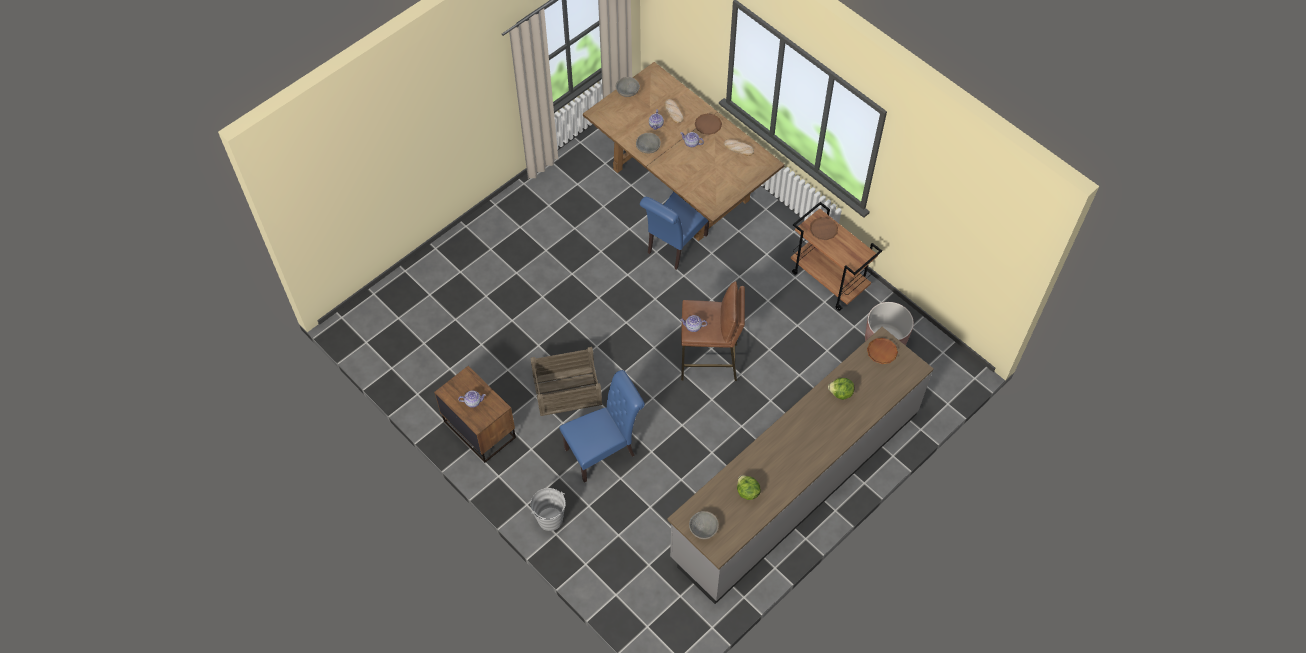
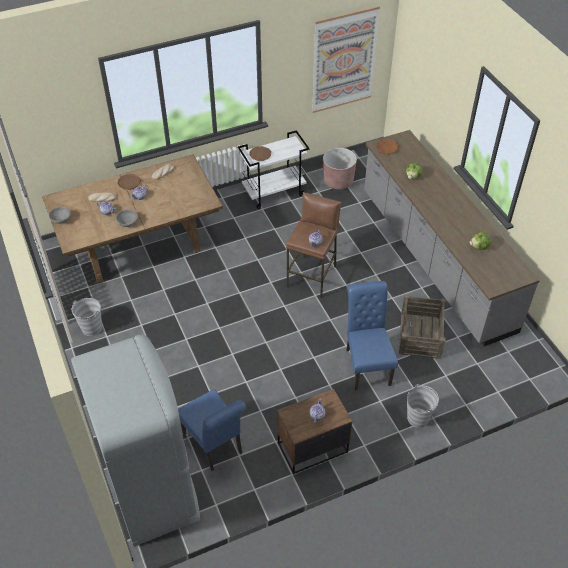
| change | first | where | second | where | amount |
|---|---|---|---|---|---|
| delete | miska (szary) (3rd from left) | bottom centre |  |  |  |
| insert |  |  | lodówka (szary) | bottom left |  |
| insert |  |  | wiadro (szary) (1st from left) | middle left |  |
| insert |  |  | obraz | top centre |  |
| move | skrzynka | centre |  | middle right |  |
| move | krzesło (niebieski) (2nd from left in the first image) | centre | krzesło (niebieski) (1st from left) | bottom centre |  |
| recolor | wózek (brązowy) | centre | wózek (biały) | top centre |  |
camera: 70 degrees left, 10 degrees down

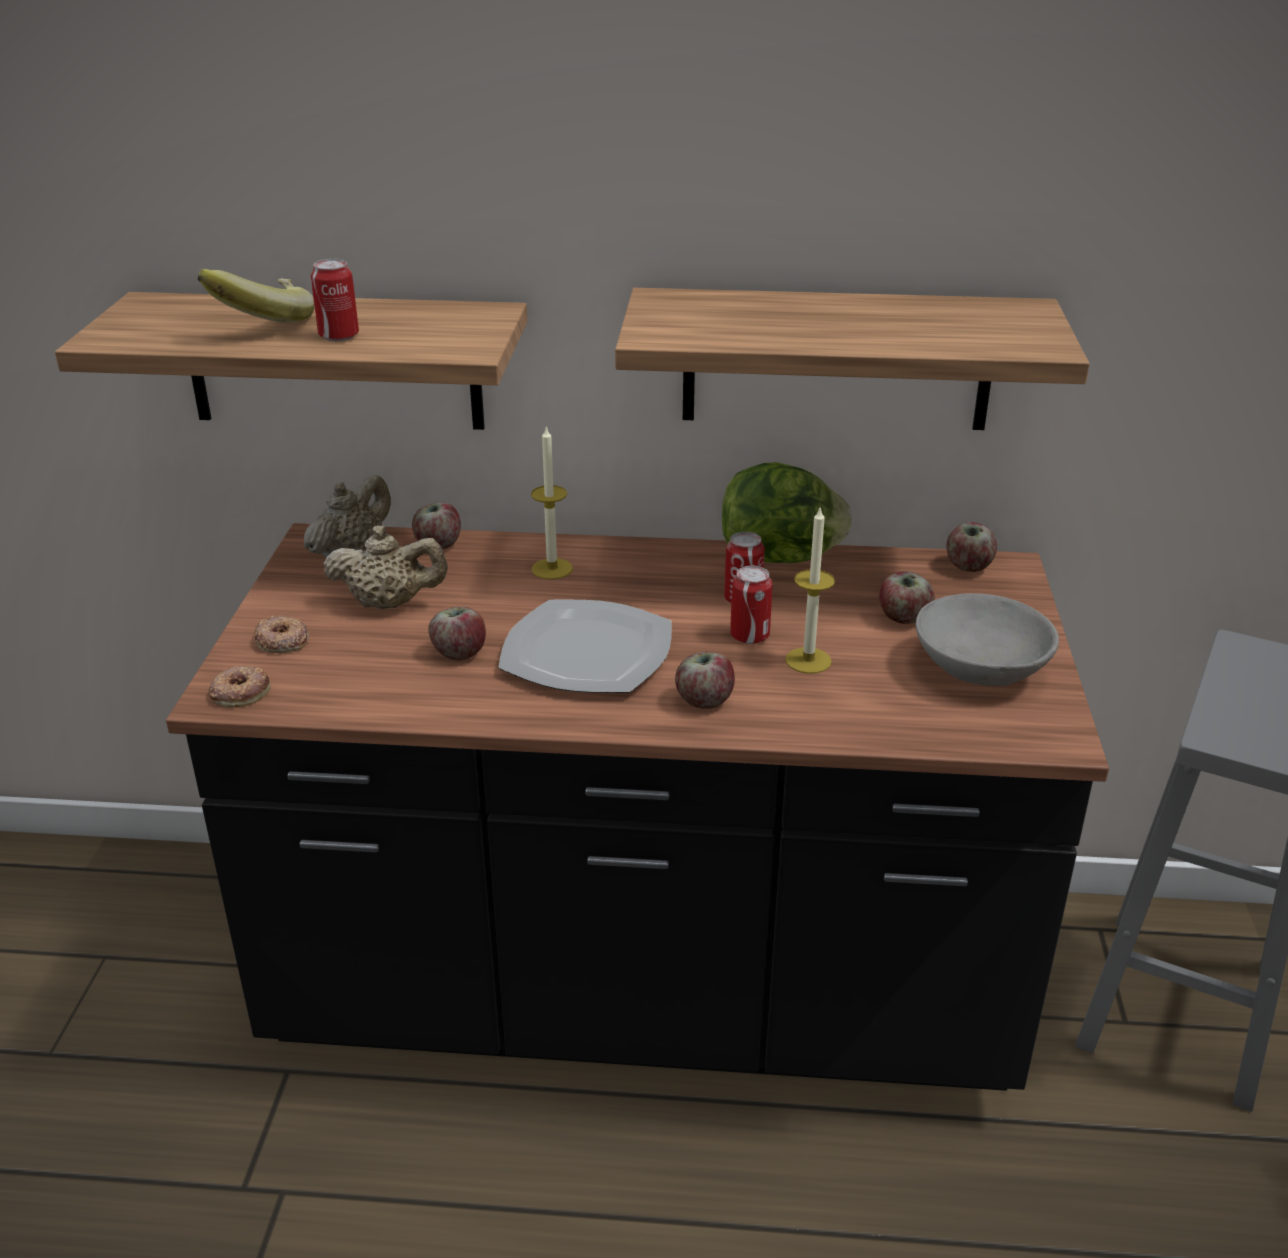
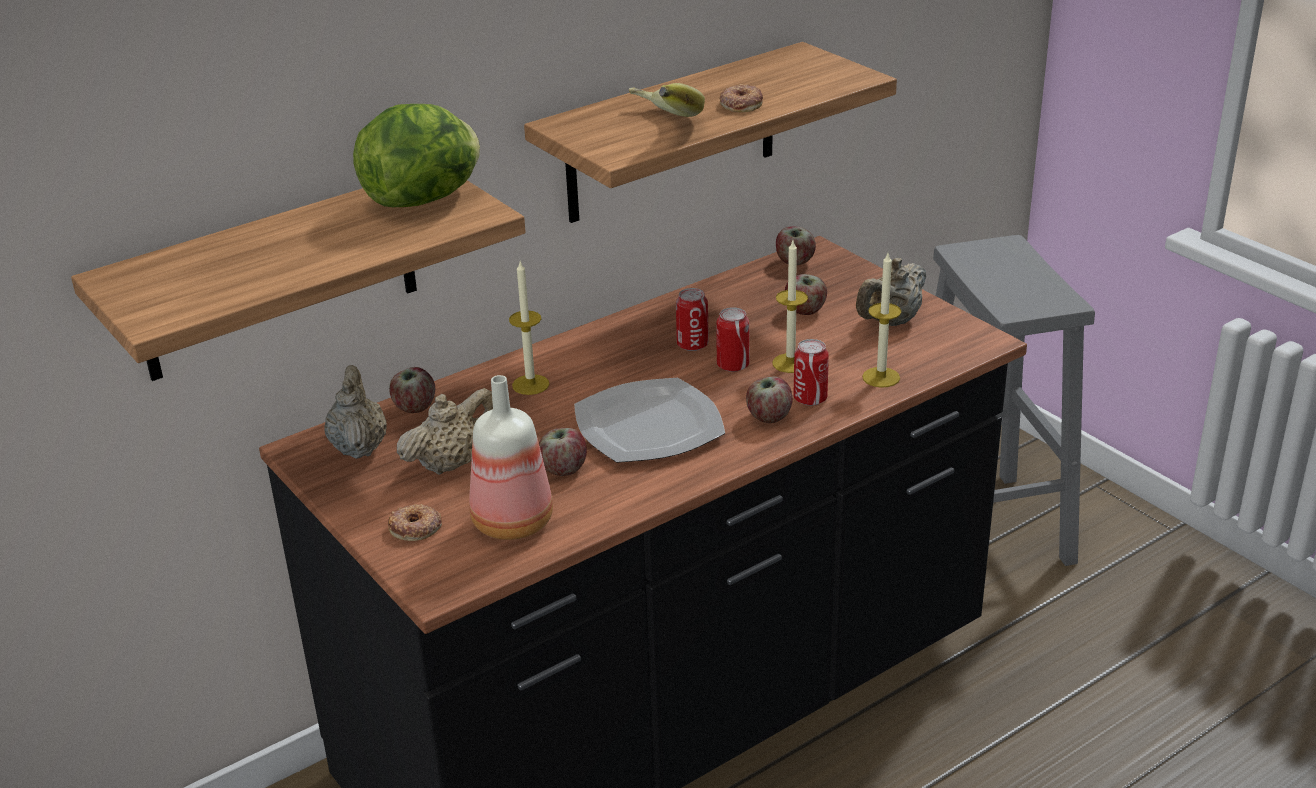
| change | first | where | second | where | amount |
|---|---|---|---|---|---|
| insert |  |  | butelka | centre |  |
| insert |  |  | świeca (3rd from left) | middle right |  |
| move | banan | top left |  | top centre |  |
| move | donut (1st from left in the first image) | middle left | donut (2nd from left) | top centre |  |
| move | puszka (1st from left in the first image) | top left | puszka (3rd from left) | centre |  |
| move | sałata | centre |  | top left |  |
| replace | miska (szary) | middle right | imbryk (beżowy) (3rd from left) | middle right |  |
camera: 40 degrees left, 0 degrees up

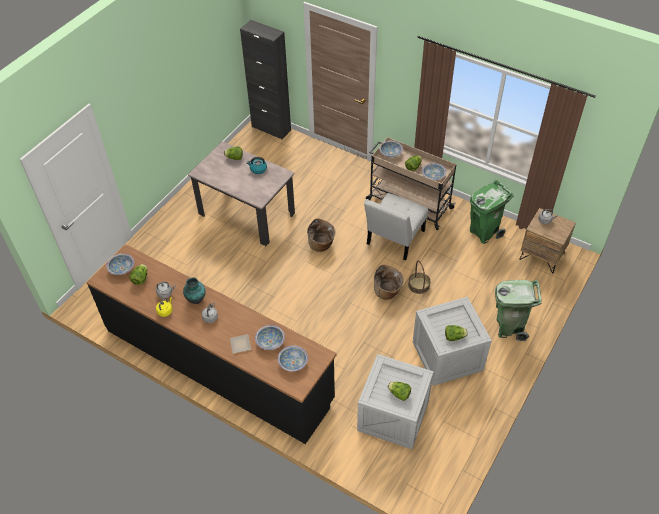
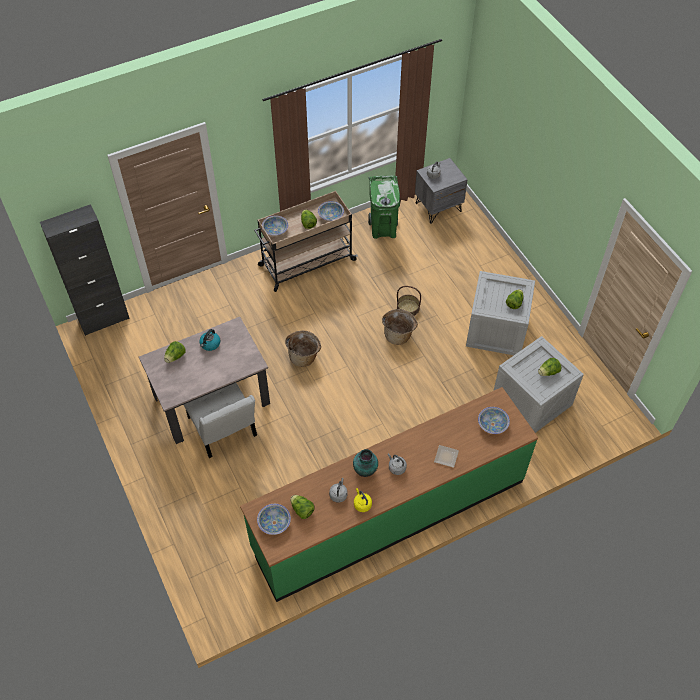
| change | first | where | second | where | amount |
|---|---|---|---|---|---|
| delete | miska (2nd from left) | centre |  |  |  |
| delete | kosz na śmieci (zielony) (2nd from left) | middle right |  |  |  |
| move | krzesło (biały) | centre |  | middle left |  |
| recolor | zabudowa kuchenna (czarny) | bottom left | zabudowa kuchenna (zielony) | bottom centre |  |
| recolor | szafka nocna (brązowy) | middle right | szafka nocna (szary) | top centre |  |
camera: 60 degrees left, 5 degrees up

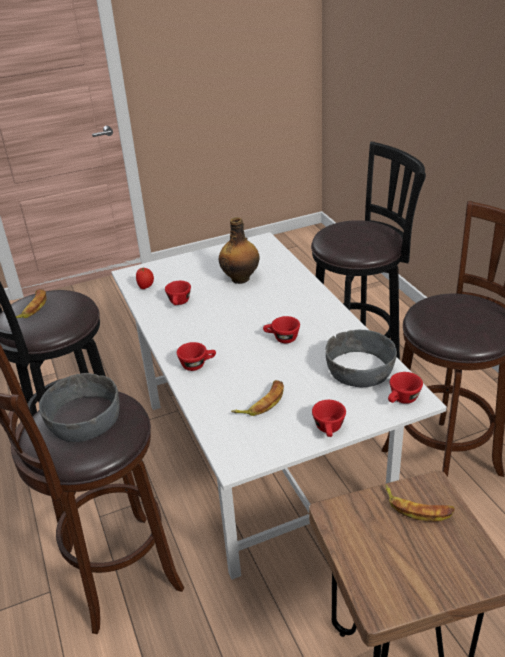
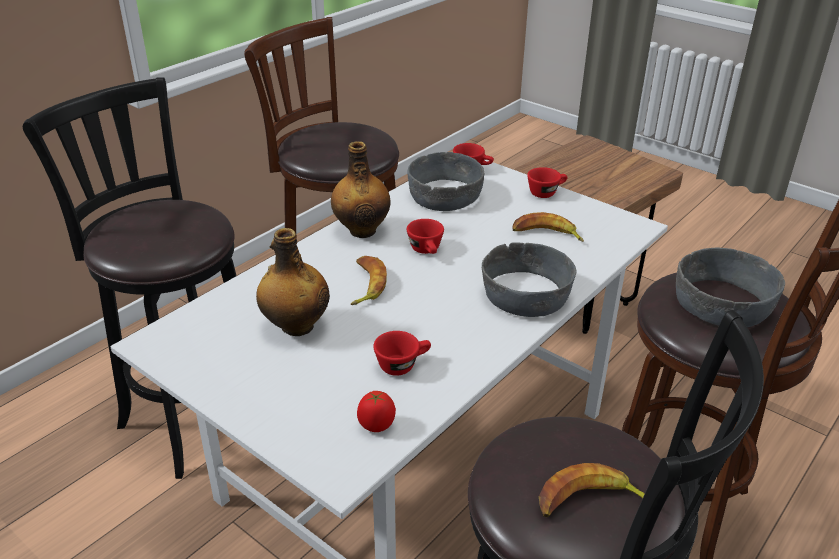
| change | first | where | second | where | amount |
|---|---|---|---|---|---|
| insert |  |  | butelka (2nd from left) | centre |  |
| move | banan (3rd from left in the first image) | bottom right | banan (1st from left) | centre |  |
| replace | filiżanka (czerwony) (2nd from left) | centre | miska (szary) (2nd from left) | centre |  |
camera: 120 degrees left, 0 degrees up

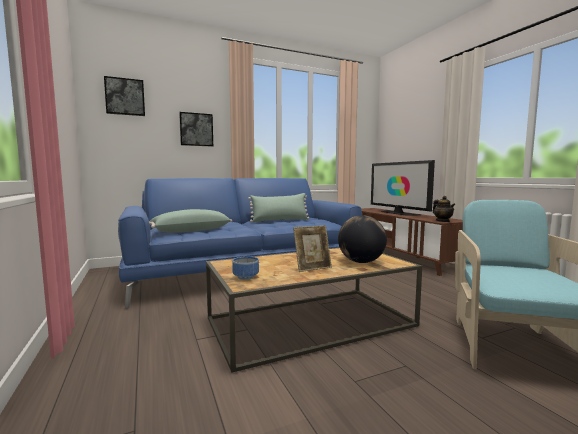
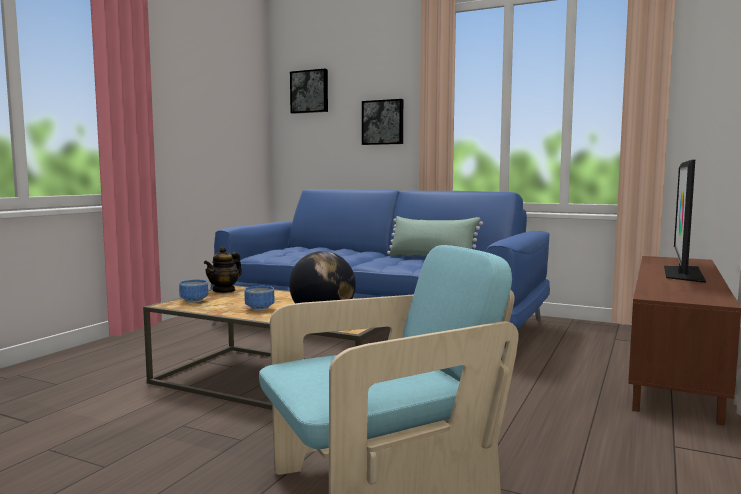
| change | first | where | second | where | amount |
|---|---|---|---|---|---|
| delete | poduszka (zielony) (1st from left) | middle left |  |  |  |
| move | imbryk | middle right |  | middle left |  |
| replace | ramka na zdjęcie | centre | miska (2nd from left) | centre |  |
camera: 50 degrees right, 0 degrees up

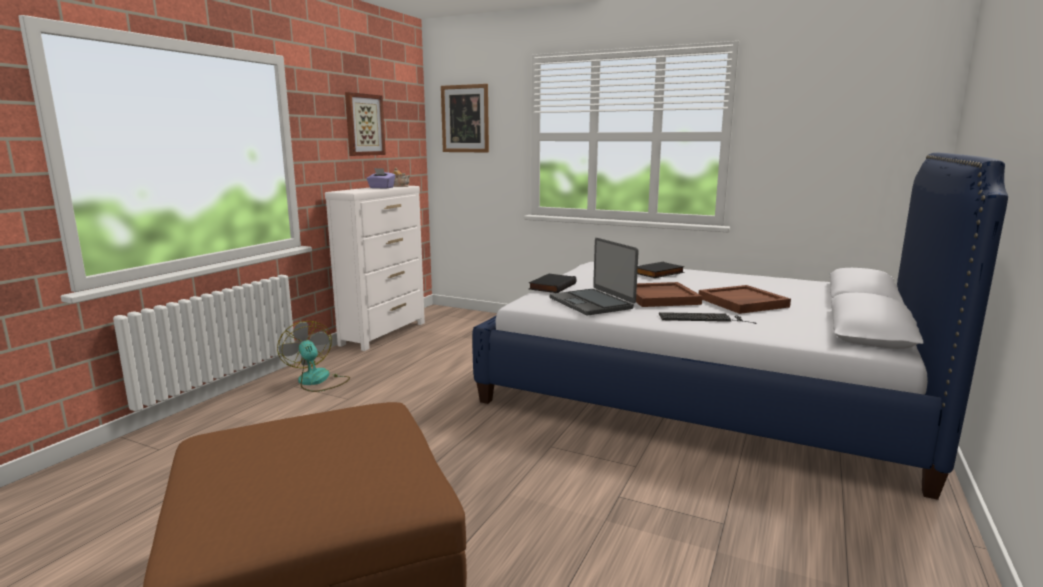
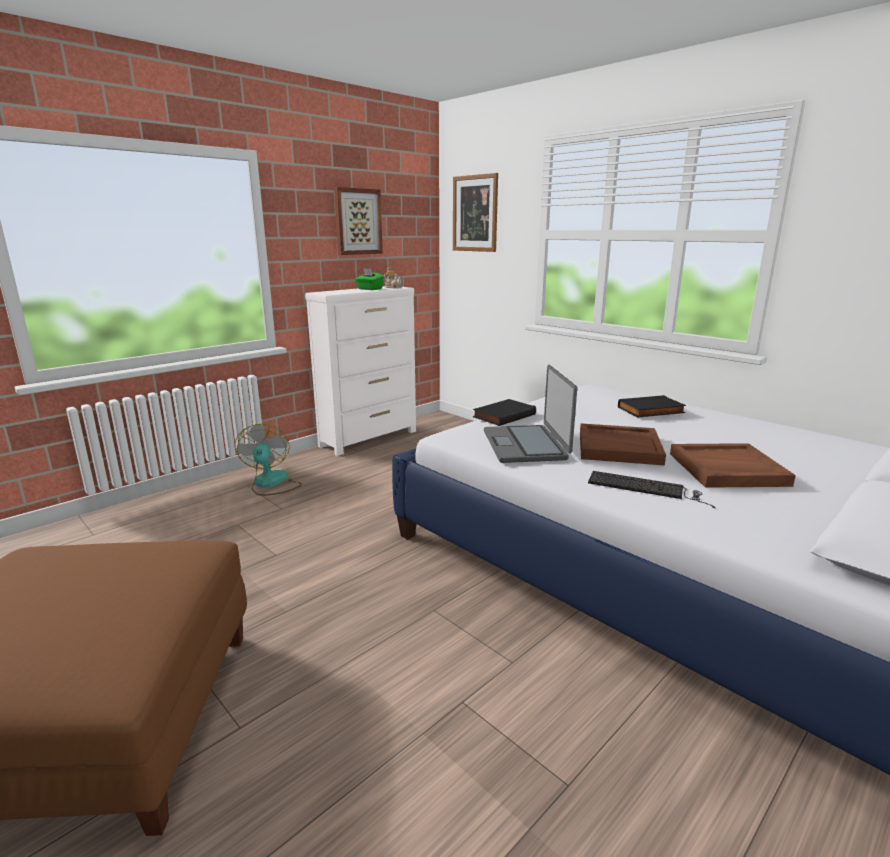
| change | first | where | second | where | amount |
|---|---|---|---|---|---|
| recolor | pudełko chusteczek (fioletowy) | top centre | pudełko chusteczek (zielony) | top centre |  |
camera: 20 degrees right, 5 degrees up

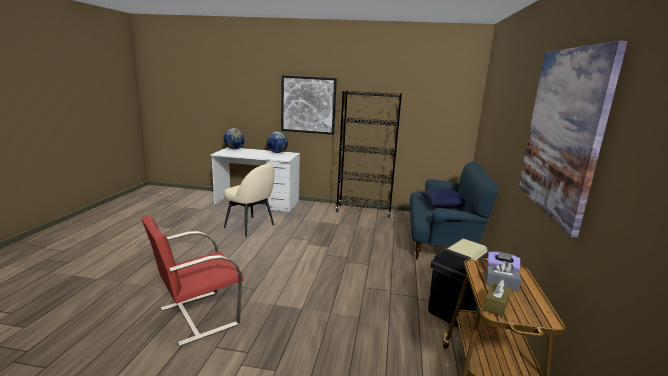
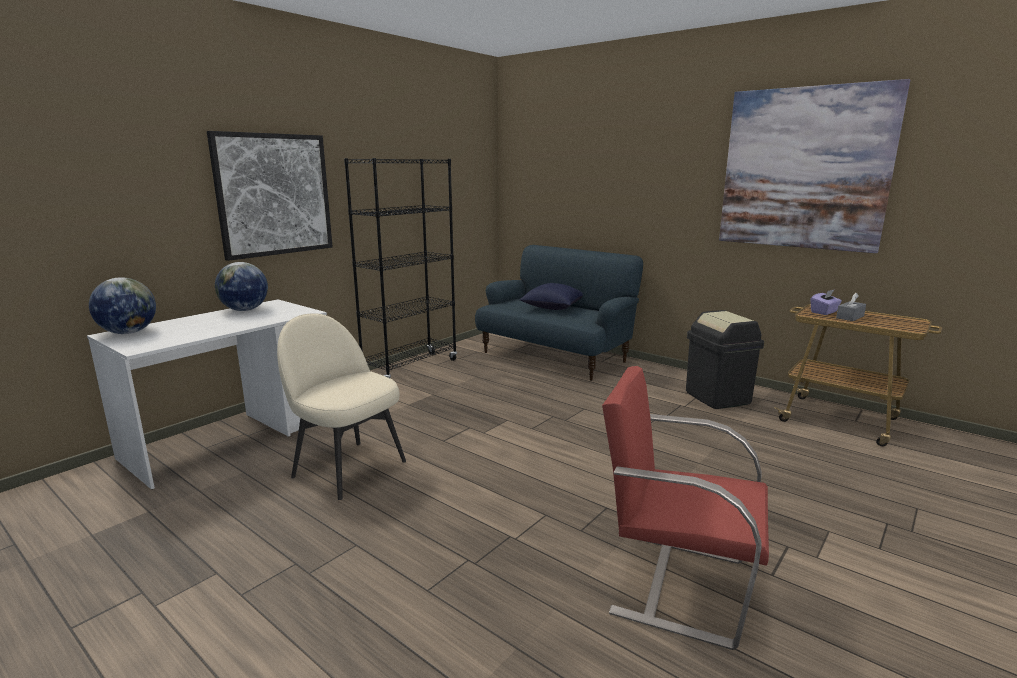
| change | first | where | second | where | amount |
|---|---|---|---|---|---|
| delete | pudełko chusteczek (brązowy) | bottom right |  |  |  |
| rotate | krzesło (czerwony) | bottom left |  | bottom right | 120 degrees clockwise |
| rotate | krzesło (beżowy) | centre |  | centre | 120 degrees counterclockwise |
camera: 60 degrees left, 0 degrees up

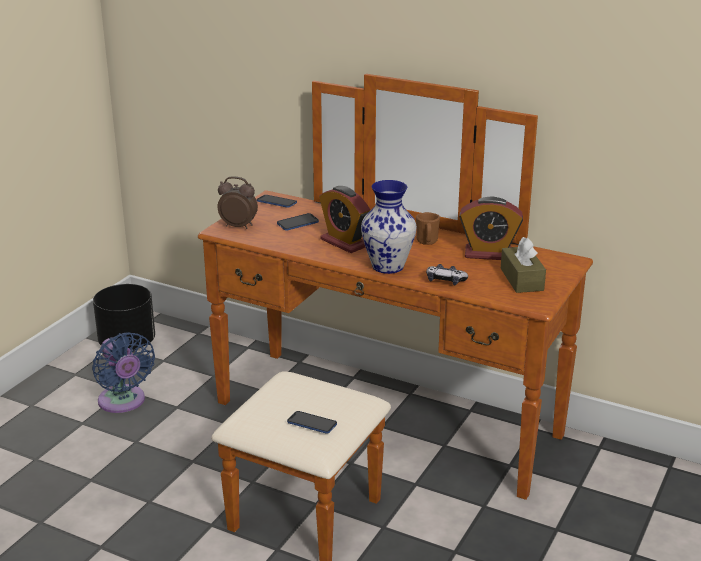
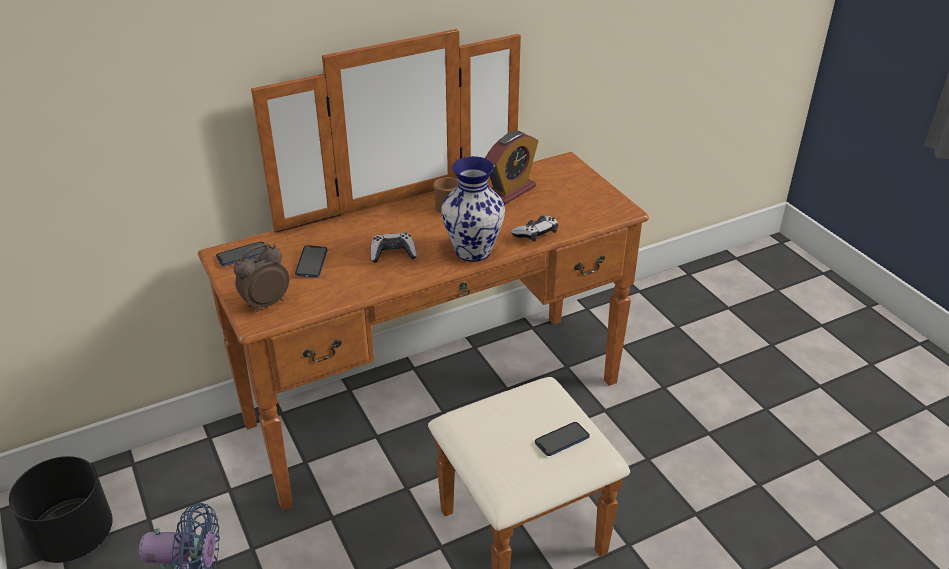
| change | first | where | second | where | amount |
|---|---|---|---|---|---|
| delete | pudełko chusteczek (brązowy) | middle right |  |  |  |
| replace | budzik (2nd from left) | centre | pad do gier (1st from left) | centre |  |
camera: 55 degrees left, 10 degrees up

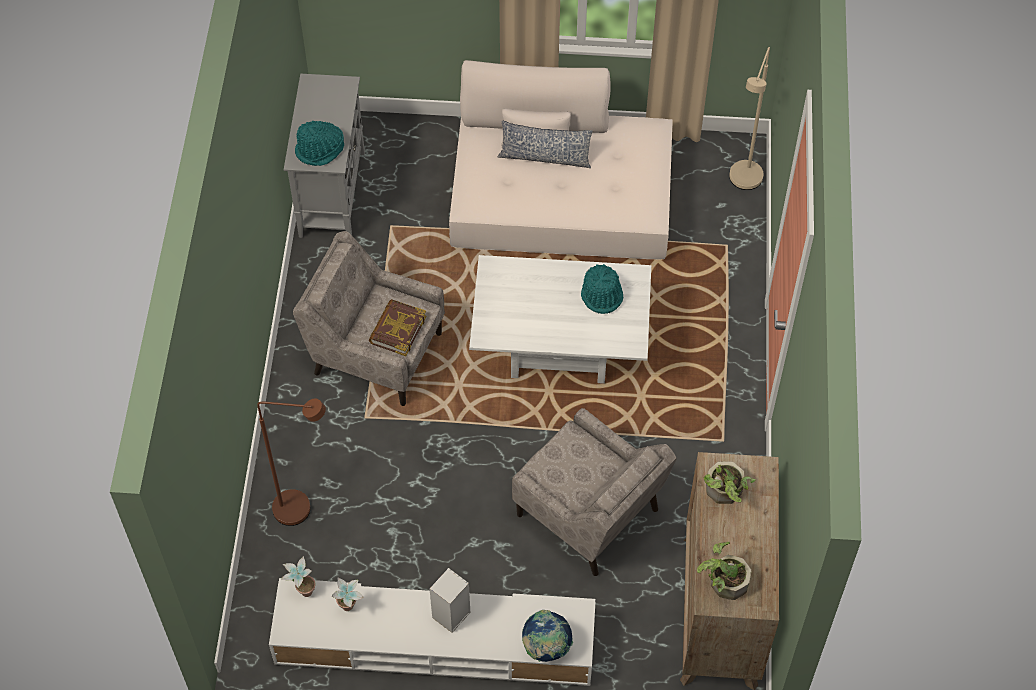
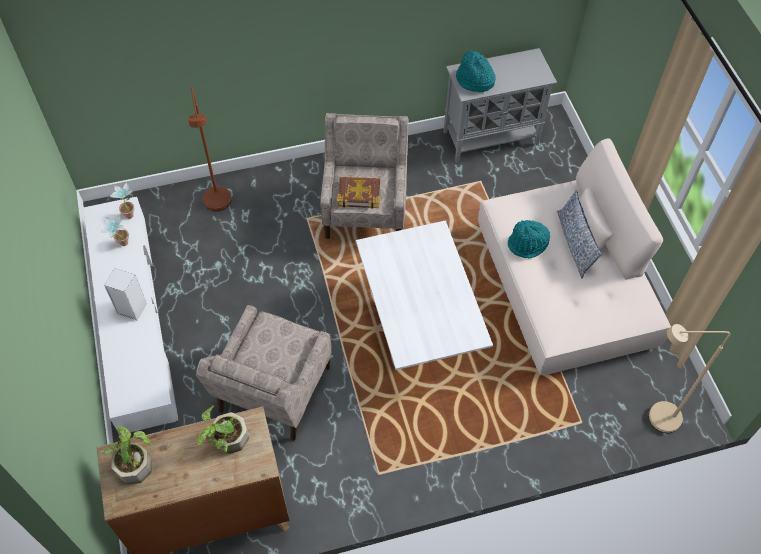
| change | first | where | second | where | amount |
|---|---|---|---|---|---|
| delete | globus | bottom centre |  |  |  |
| move | kapelusz (turkusowy) (2nd from left) | centre |  | middle right |  |
camera: 70 degrees right, 0 degrees up

